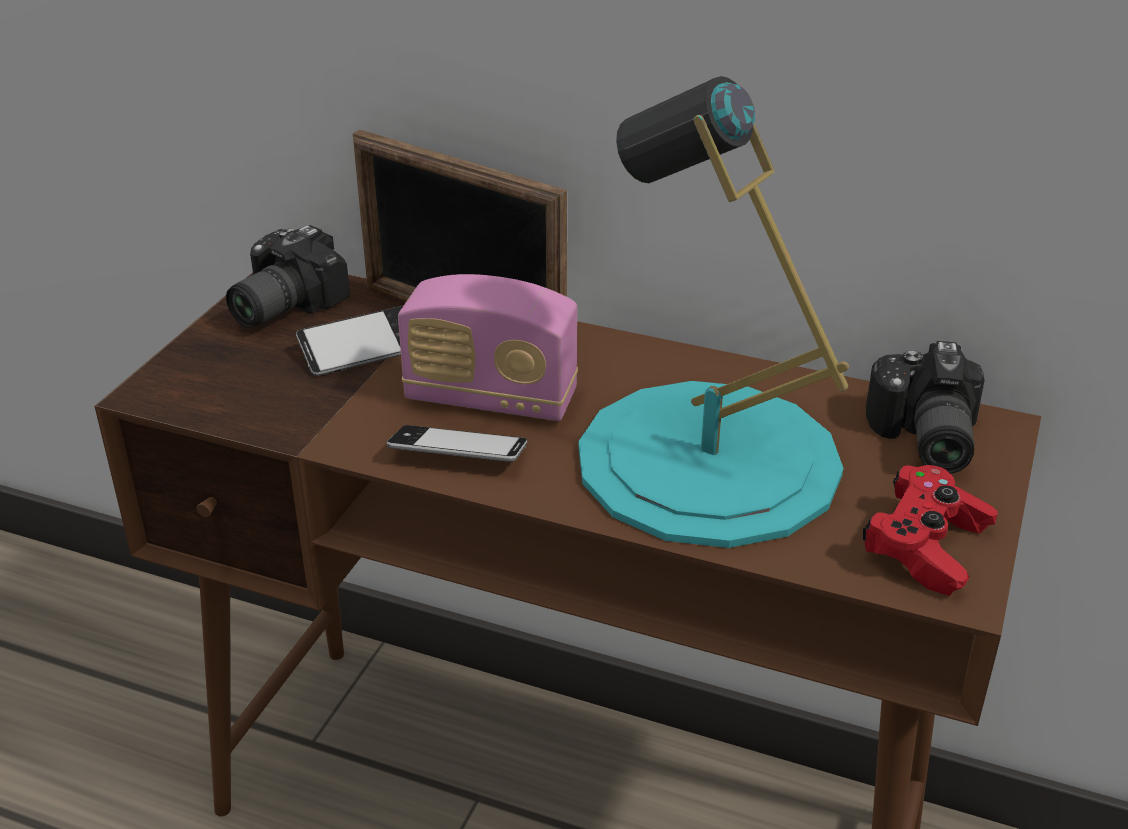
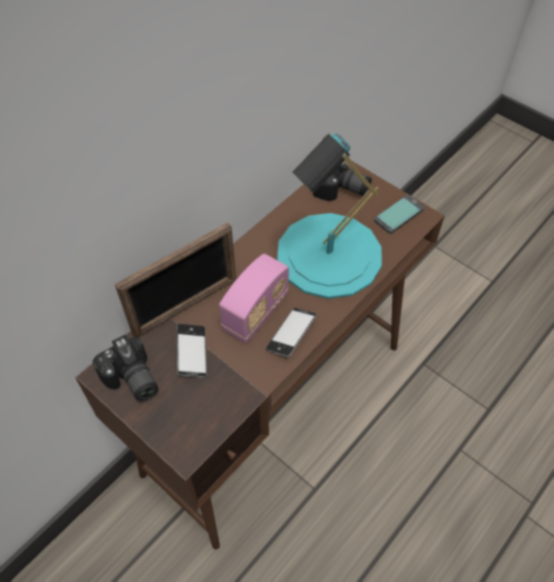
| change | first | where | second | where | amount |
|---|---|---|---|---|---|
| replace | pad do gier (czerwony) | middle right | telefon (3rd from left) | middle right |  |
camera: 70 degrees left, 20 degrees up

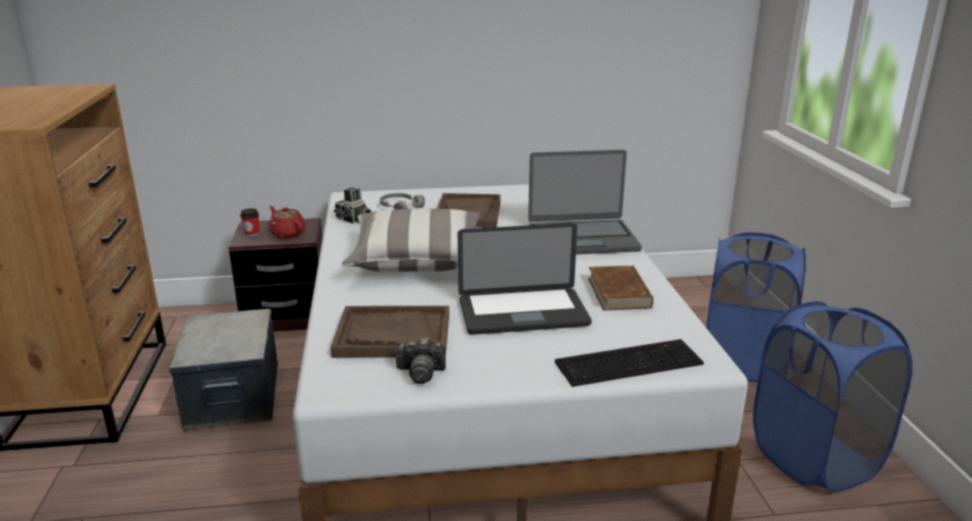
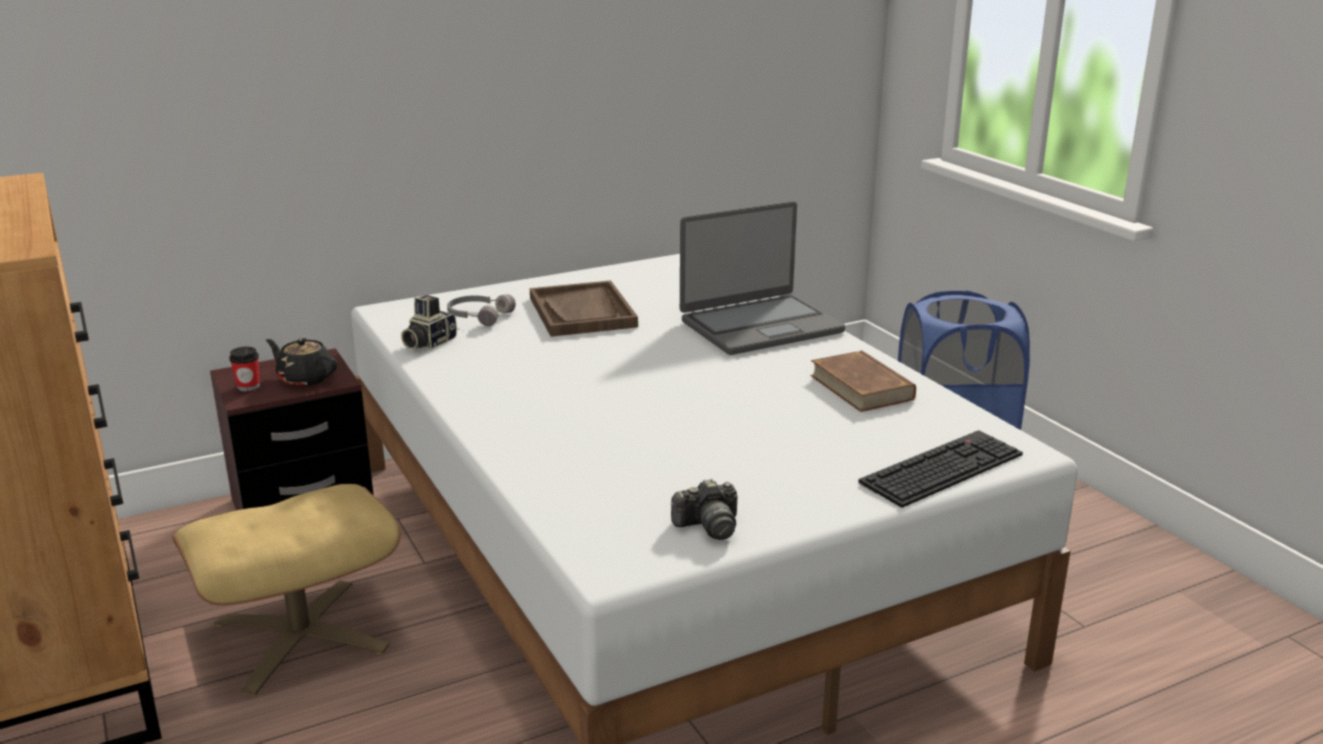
| change | first | where | second | where | amount |
|---|---|---|---|---|---|
| delete | taca (brązowy) (1st from left) | centre |  |  |  |
| delete | poduszka | centre |  |  |  |
| delete | laptop (1st from left) | centre |  |  |  |
| delete | kosz na pranie (niebieski) (2nd from left) | bottom right |  |  |  |
| replace | pojemnik do przechowywania | bottom left | pufa (beżowy) | bottom left |  |
| recolor | imbryk (czerwony) | middle left | imbryk (czarny) | middle left |  |
| rotate | aparat fotograficzny (1st from left) | centre |  | middle left | 105 degrees clockwise |
camera: 20 degrees left, 0 degrees up

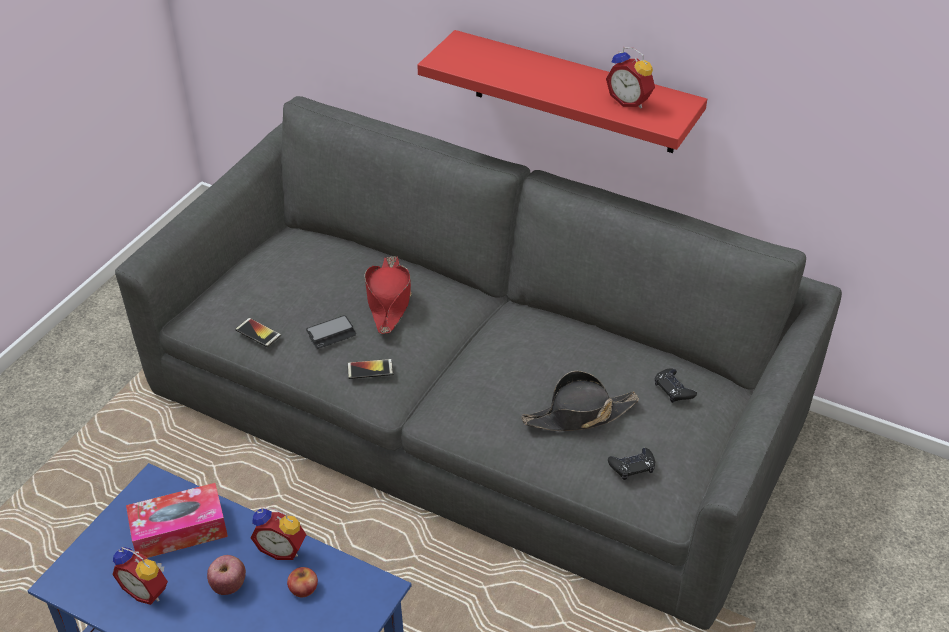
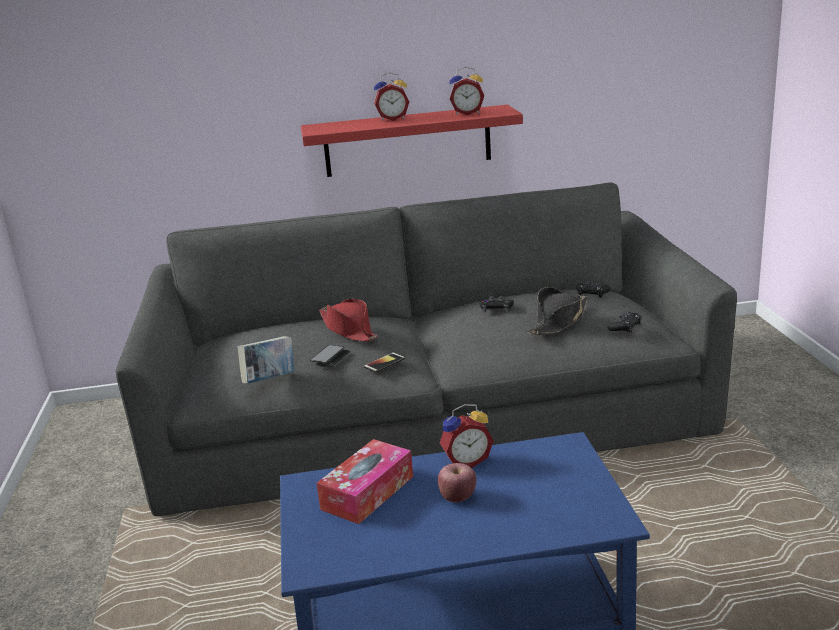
| change | first | where | second | where | amount |
|---|---|---|---|---|---|
| delete | jabłko (2nd from left) | bottom left |  |  |  |
| insert |  |  | pad do gier (czarny) (1st from left) | centre |  |
| move | budzik (1st from left) | bottom left |  | top centre |  |
| replace | telefon (1st from left) | middle left | książka | middle left |  |
camera: 35 degrees left, 20 degrees down

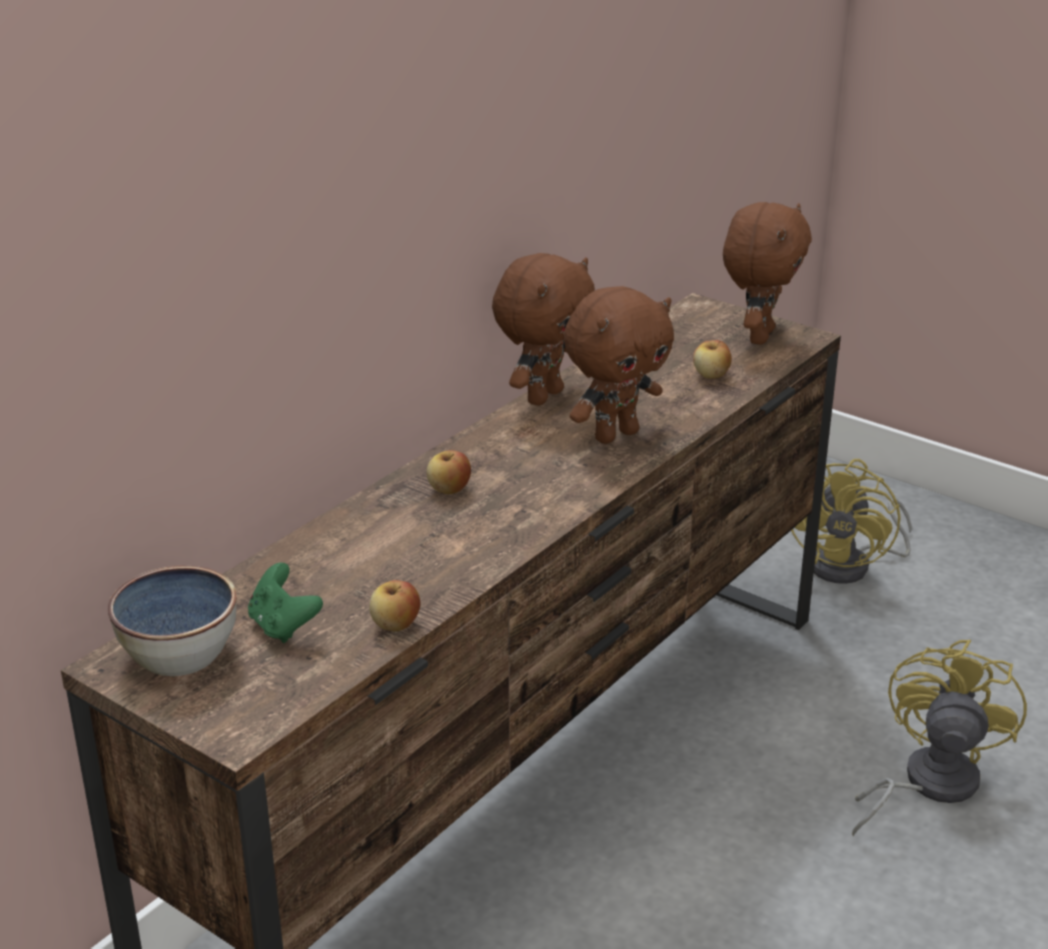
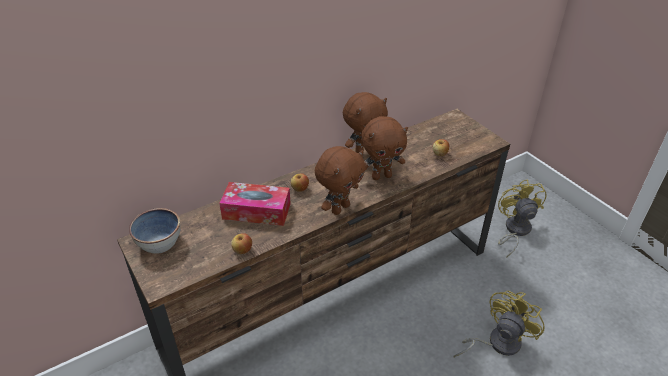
| change | first | where | second | where | amount |
|---|---|---|---|---|---|
| delete | pad do gier (zielony) | middle left |  |  |  |
| insert |  |  | pudełko chusteczek | centre |  |
| move | pluszak (brązowy) (3rd from left in the first image) | top right | pluszak (brązowy) (1st from left) | centre |  |
| rotate | wentylator (żółty) (1st from left in the first image) | middle right | wentylator (żółty) (2nd from left) | middle right | 135 degrees clockwise |
camera: 20 degrees right, 10 degrees up

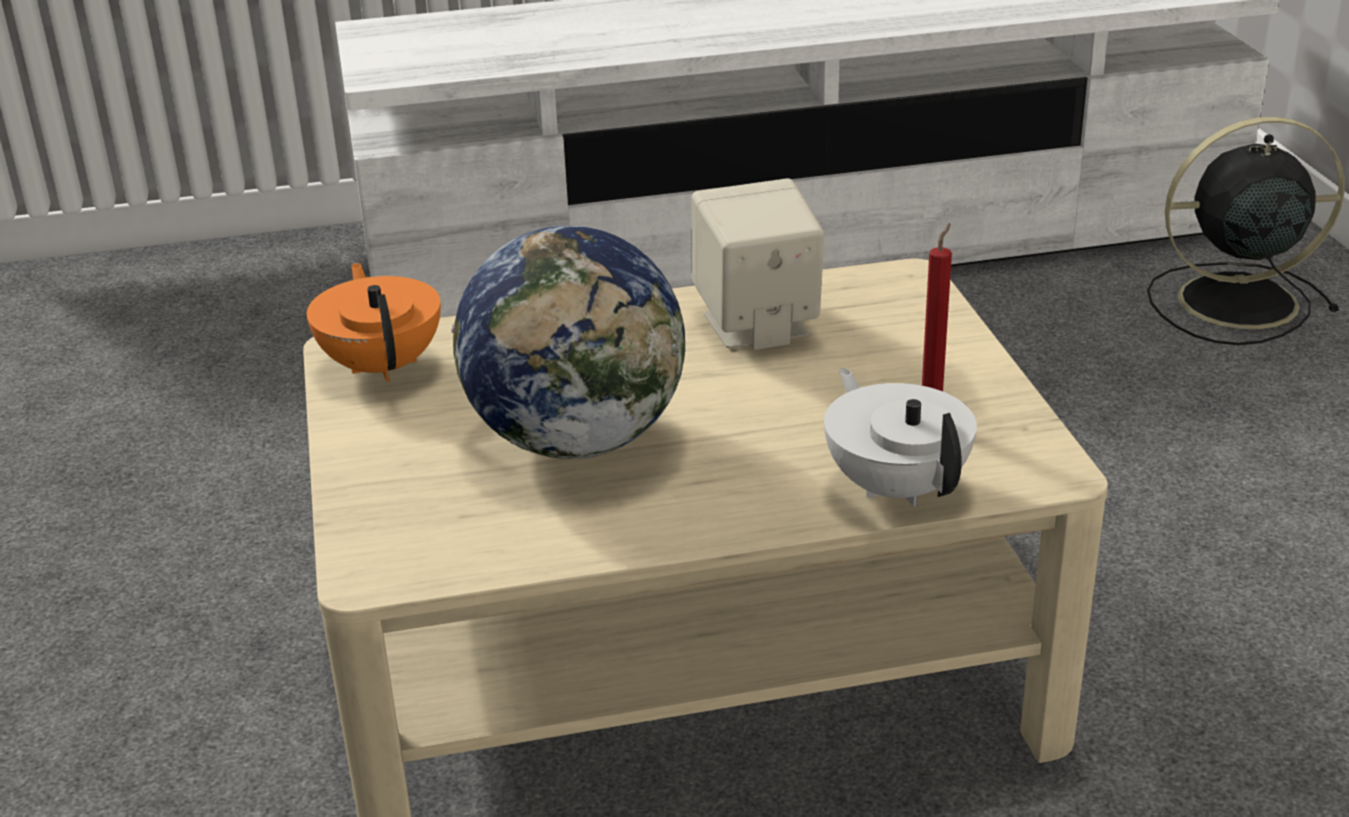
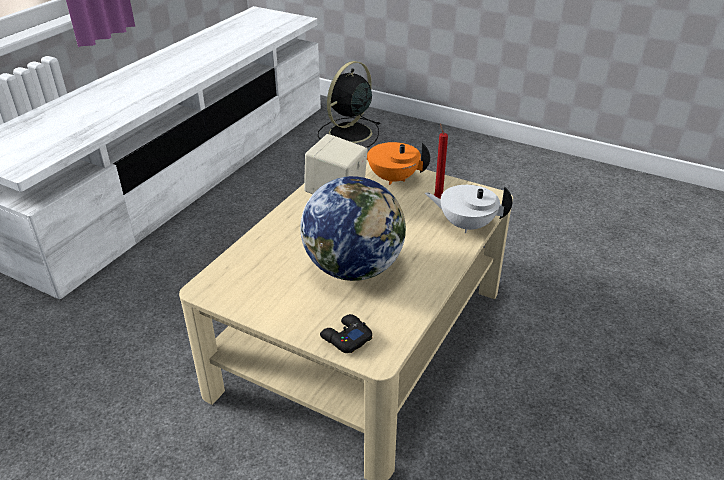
| change | first | where | second | where | amount |
|---|---|---|---|---|---|
| insert |  |  | pad do gier (czarny) | bottom centre |  |
| move | imbryk (pomarańczowy) | middle left |  | centre |  |
camera: 50 degrees left, 5 degrees up

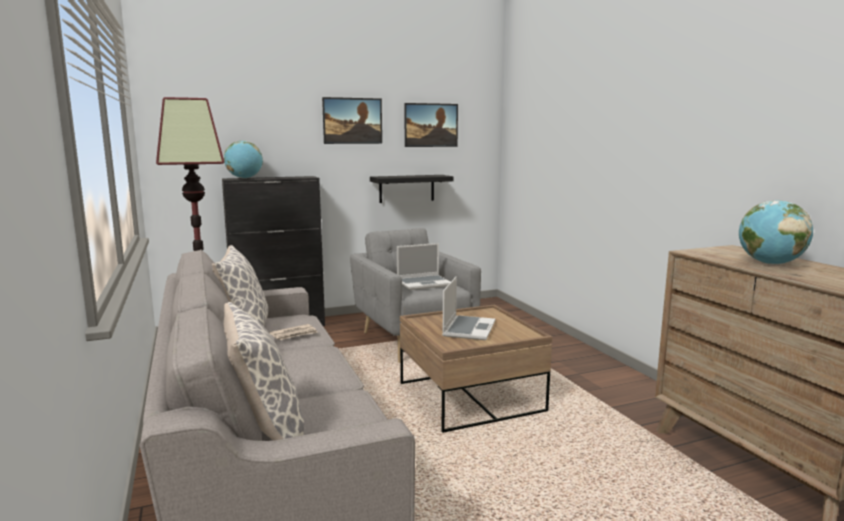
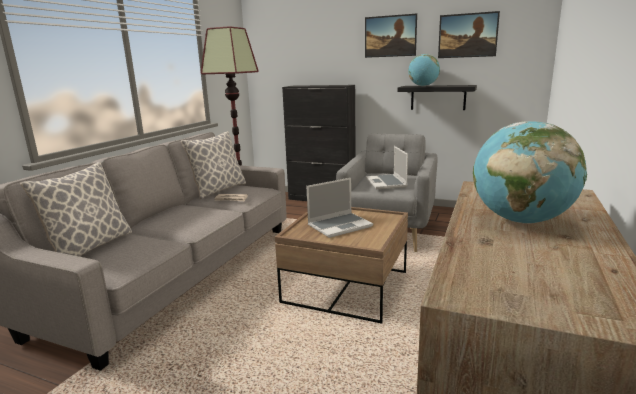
| change | first | where | second | where | amount |
|---|---|---|---|---|---|
| move | globus (1st from left) | top left |  | top right |  |
| rotate | laptop (1st from left in the first image) | centre | laptop (2nd from left) | centre | 60 degrees clockwise |
camera: 45 degrees right, 5 degrees up

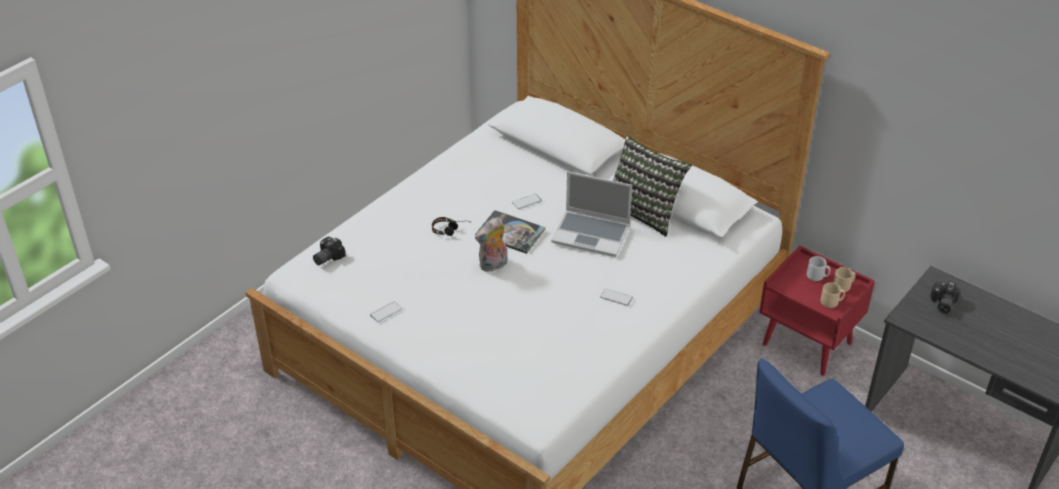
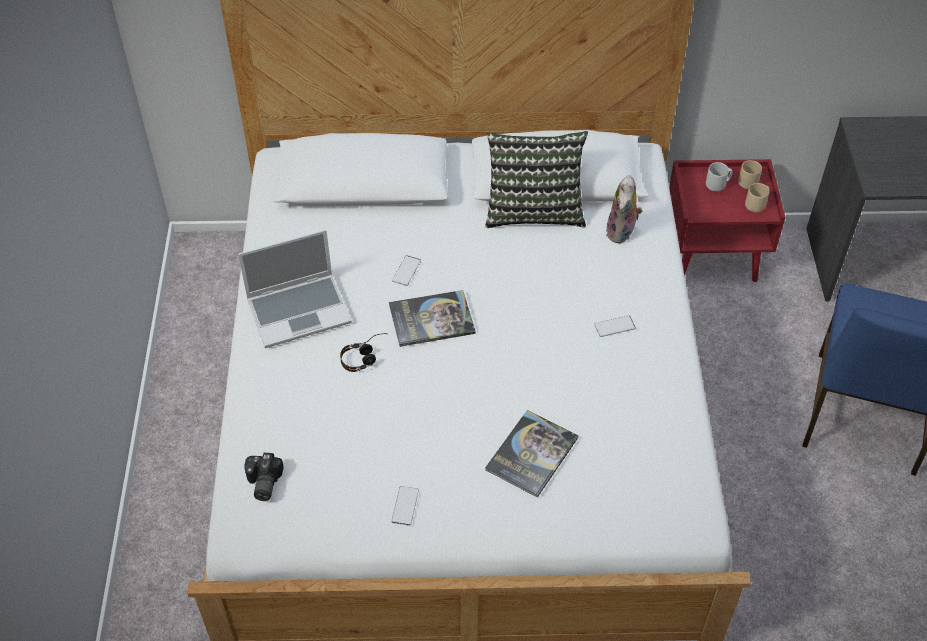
| change | first | where | second | where | amount |
|---|---|---|---|---|---|
| delete | aparat fotograficzny (2nd from left) | middle right |  |  |  |
| insert |  |  | książka (2nd from left) | bottom centre |  |
| move | pluszak | centre |  | top right |  |
| move | laptop | centre |  | middle left |  |
camera: 40 degrees left, 10 degrees up

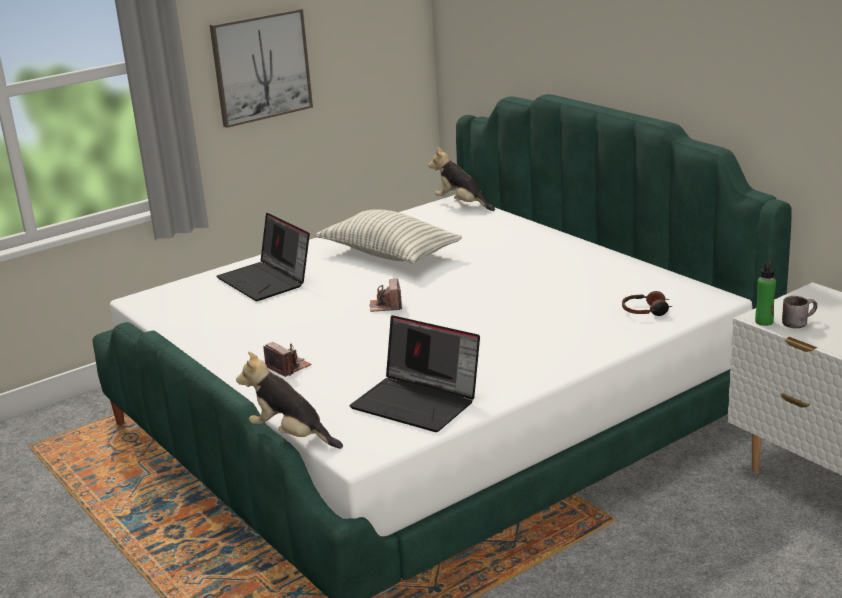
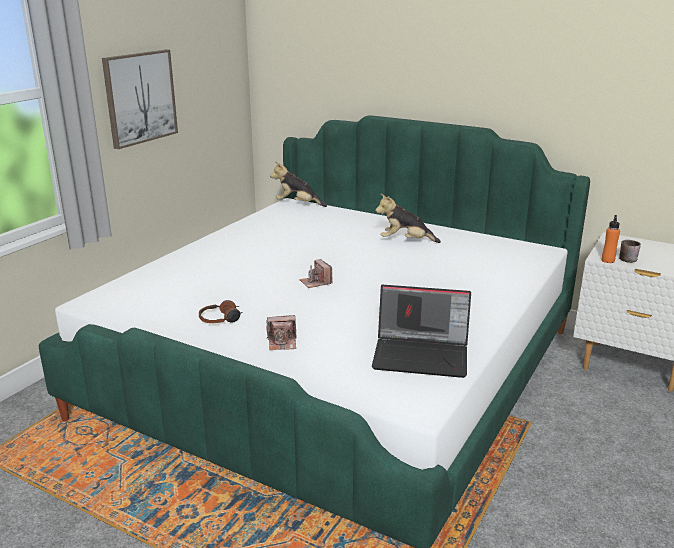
| change | first | where | second | where | amount |
|---|---|---|---|---|---|
| delete | laptop (1st from left) | middle left |  |  |  |
| delete | poduszka | centre |  |  |  |
| move | pluszak (1st from left in the first image) | bottom centre | pluszak (2nd from left) | centre |  |
| move | słuchawki | middle right |  | middle left |  |
| recolor | butelka (zielony) | middle right | butelka (pomarańczowy) | middle right |  |
| rotate | aparat fotograficzny (1st from left) | centre |  | centre | 150 degrees clockwise |
camera: 25 degrees left, 0 degrees up

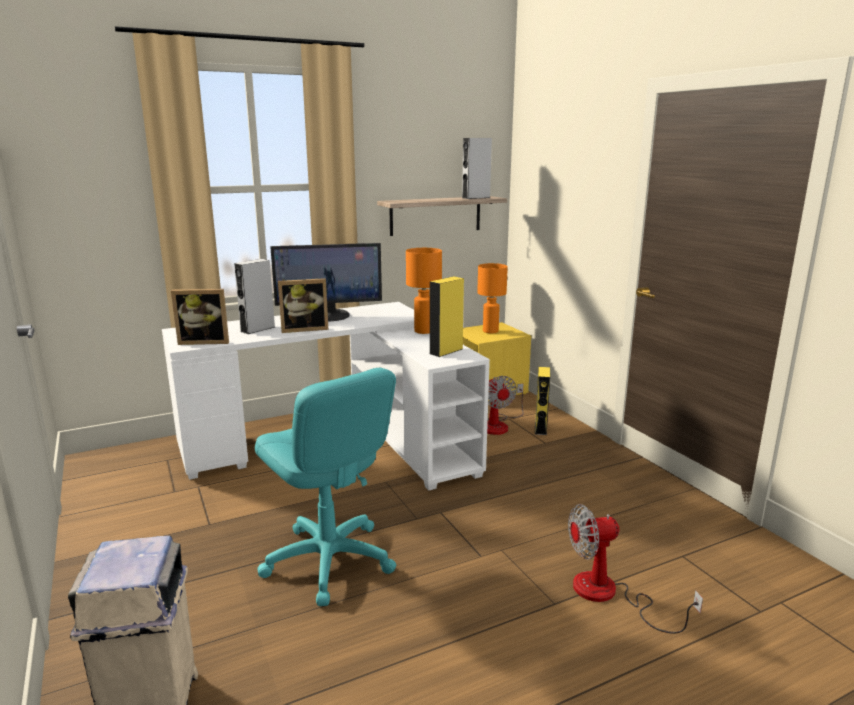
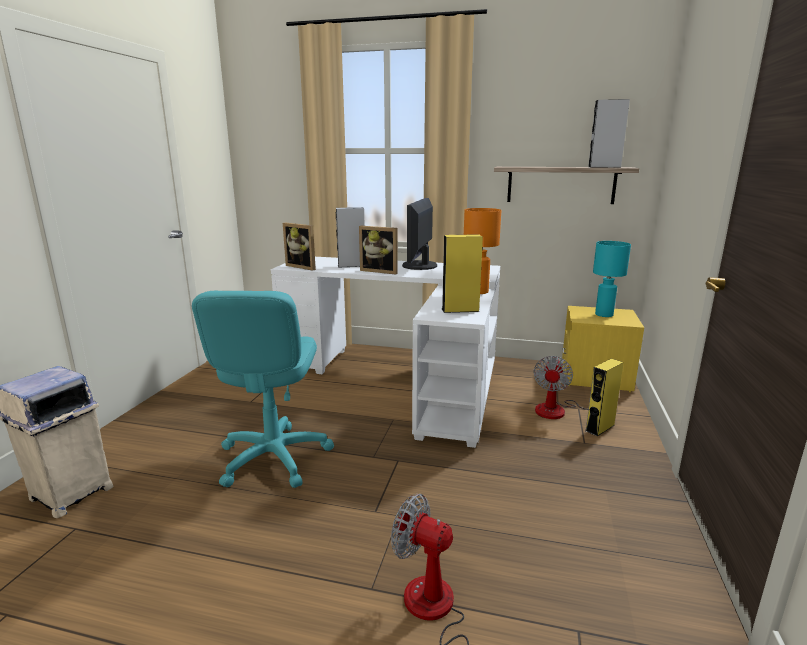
| change | first | where | second | where | amount |
|---|---|---|---|---|---|
| recolor | lampa stołowa (pomarańczowy) (2nd from left) | centre | lampa stołowa (turkusowy) | middle right |  |
| rotate | monitor | centre |  | centre | 75 degrees clockwise |
camera: 40 degrees right, 0 degrees up

